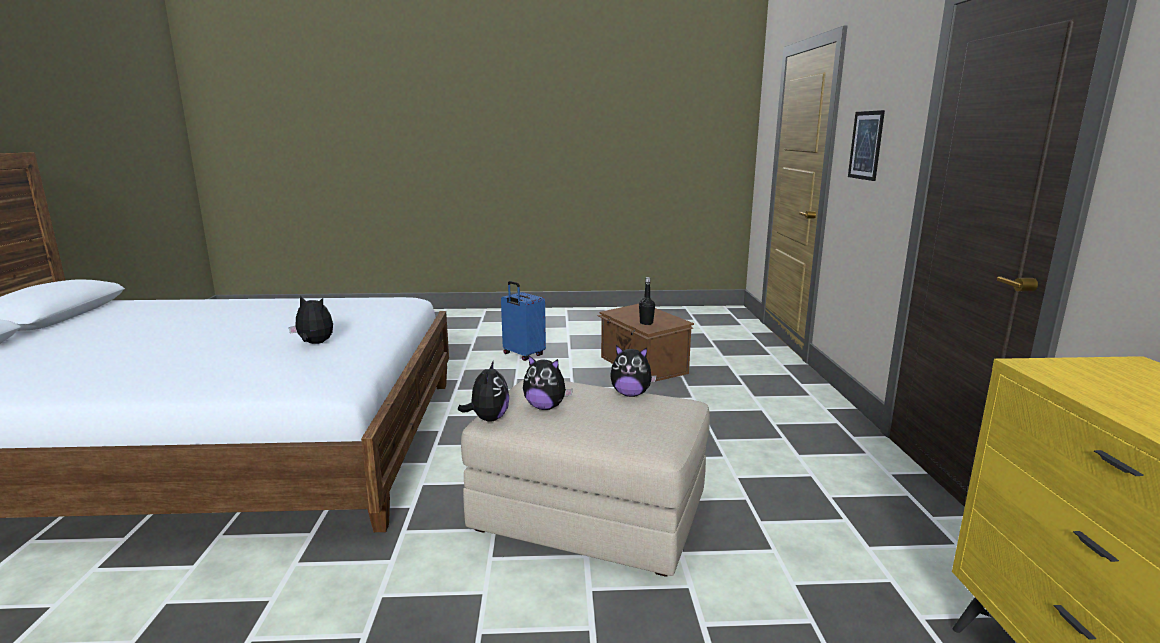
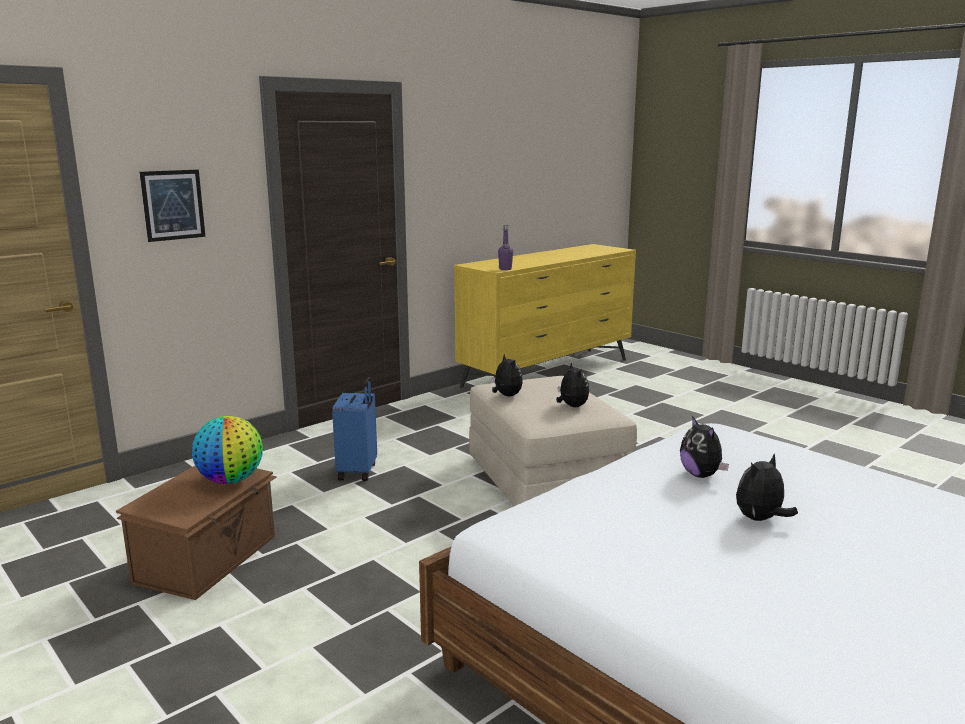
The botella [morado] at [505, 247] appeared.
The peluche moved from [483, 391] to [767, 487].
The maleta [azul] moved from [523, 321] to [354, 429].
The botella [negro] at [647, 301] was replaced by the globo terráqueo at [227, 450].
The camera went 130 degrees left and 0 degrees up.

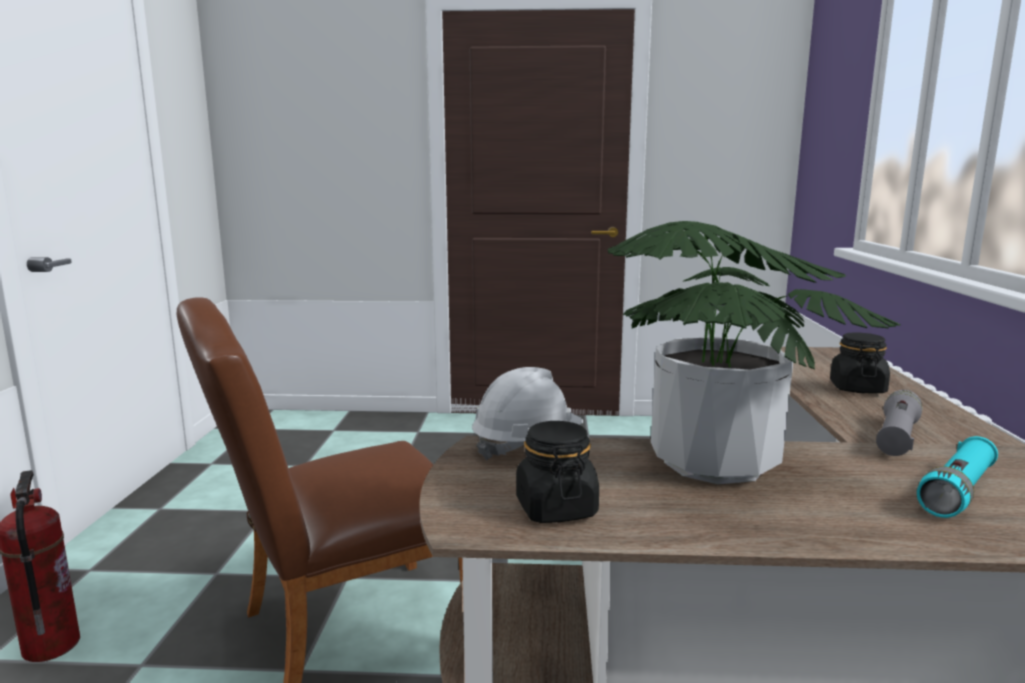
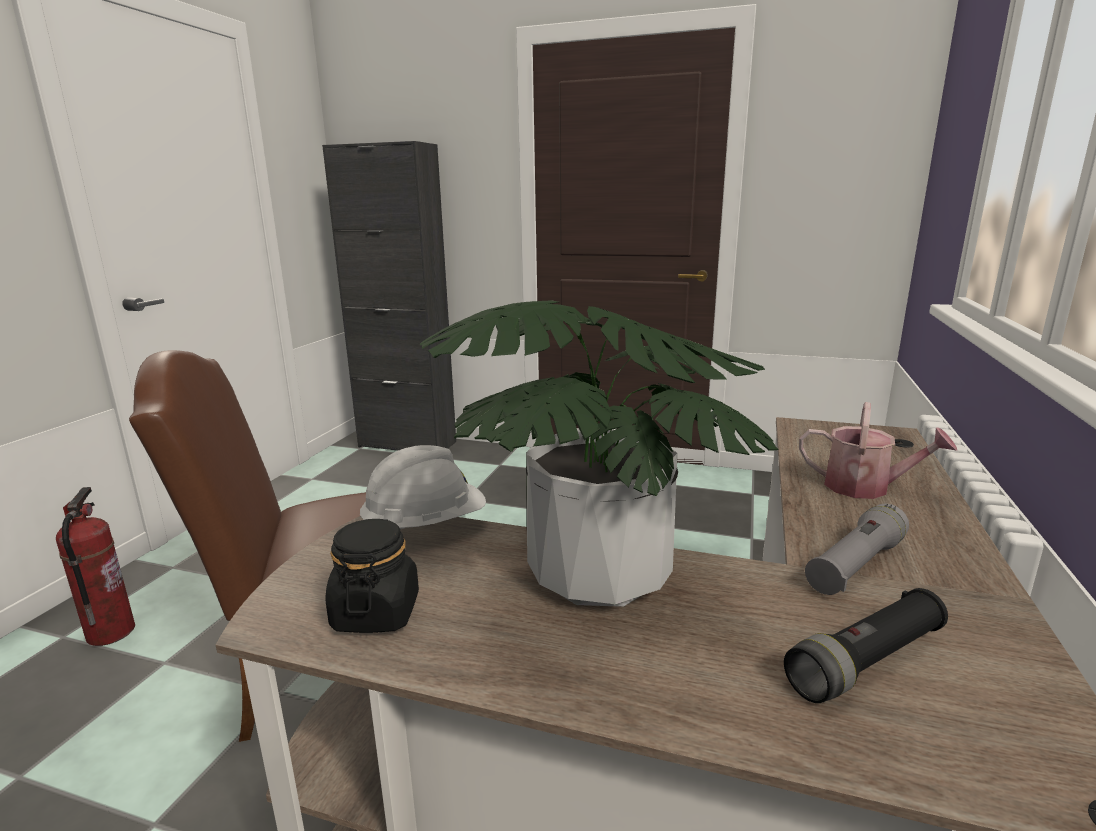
The armario [negro] at [389, 296] appeared.
The tarro [negro] at [860, 363] was replaced by the regadera at [878, 450].
The linterna [turquesa] at [957, 477] became the linterna [negro] at [866, 645].
The camera went 15 degrees right and 5 degrees up.

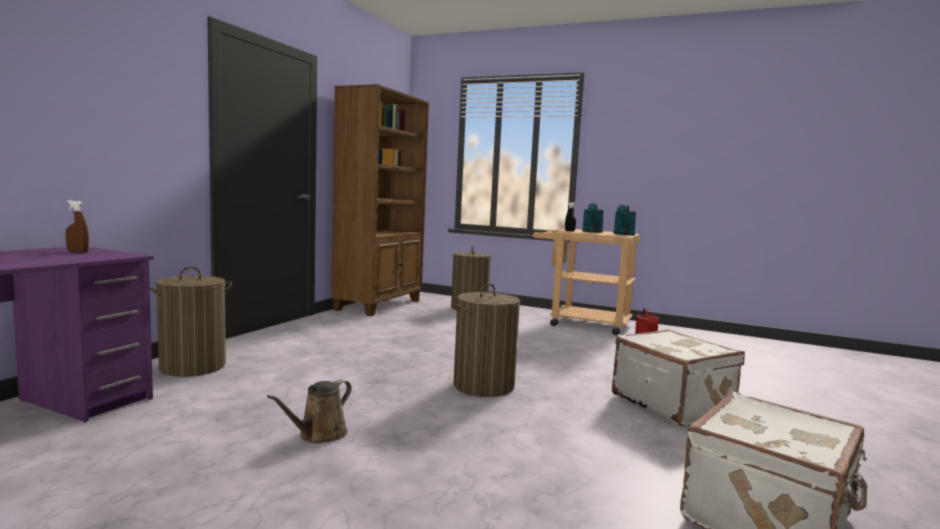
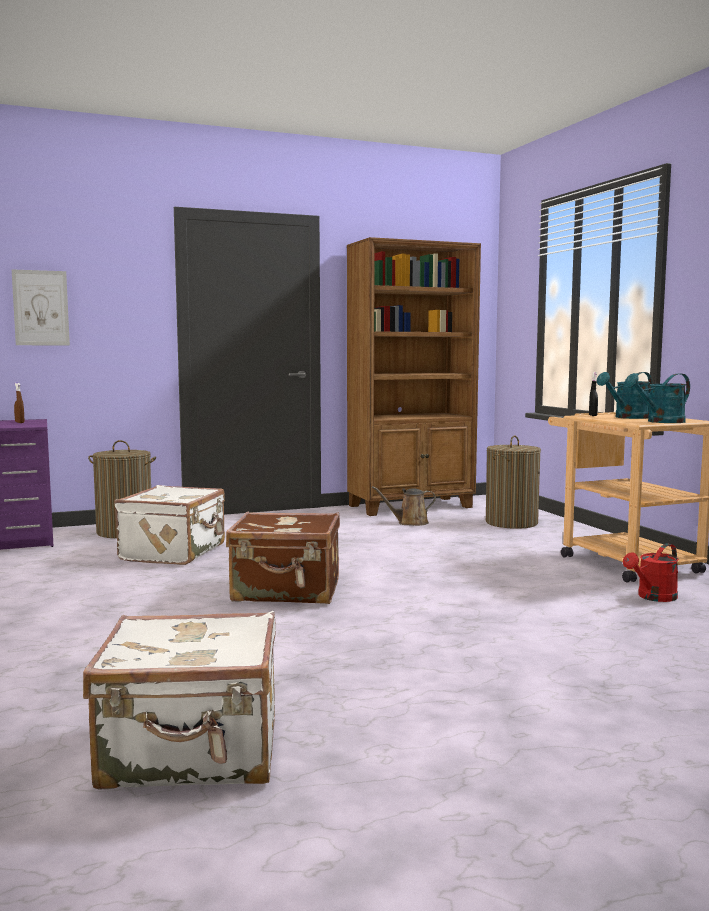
The cuadro at [41, 307] appeared.
The regadera [marrón] moved from [309, 411] to [404, 506].
The maleta [blanco] moved from [678, 378] to [169, 525].
The cesto de la ropa at [487, 340] was replaced by the maleta [marrón] at [283, 558].
The camera went 45 degrees right and 0 degrees up.

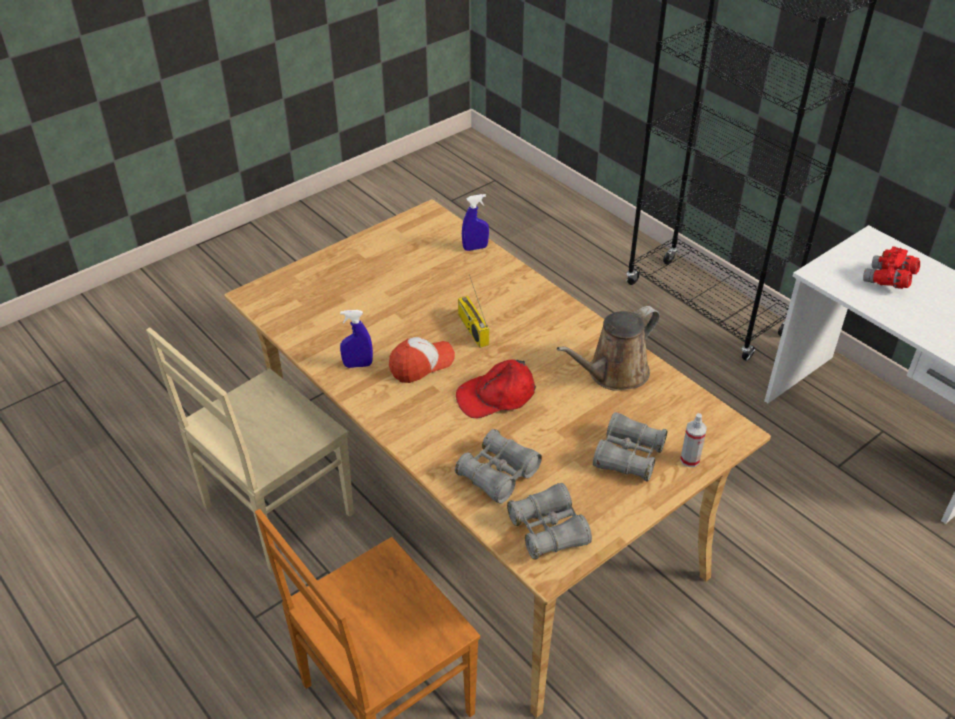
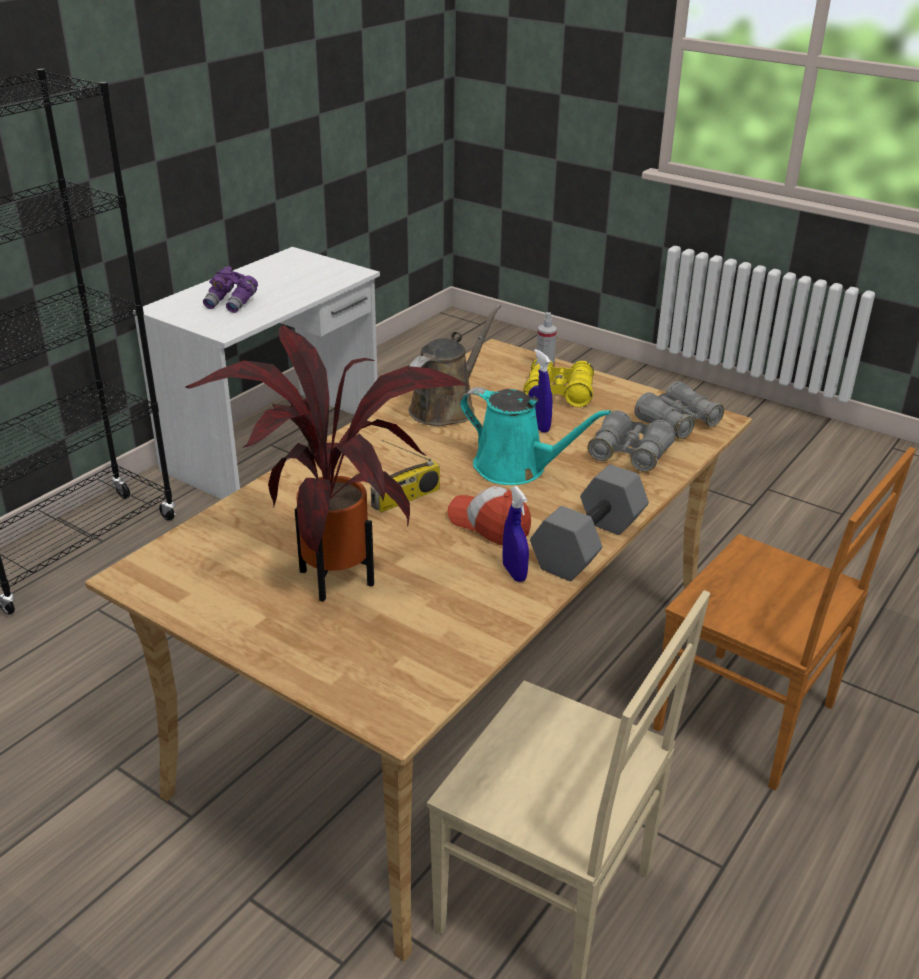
The planta en maceta at [328, 462] appeared.
The mancuerna [gris] at [589, 522] appeared.
The pulverizador [azul] moved from [475, 222] to [540, 391].
The gorra [rojo] at [496, 388] was replaced by the regadera [turquesa] at [535, 436].
The prismáticos [gris] at [630, 446] became the prismáticos [amarillo] at [558, 383].
The prismáticos [rojo] at [891, 267] became the prismáticos [morado] at [230, 289].
The regadera [marrón] at [608, 348] turned 90 degrees counterclockwise.
The camera went 105 degrees left and 10 degrees down.

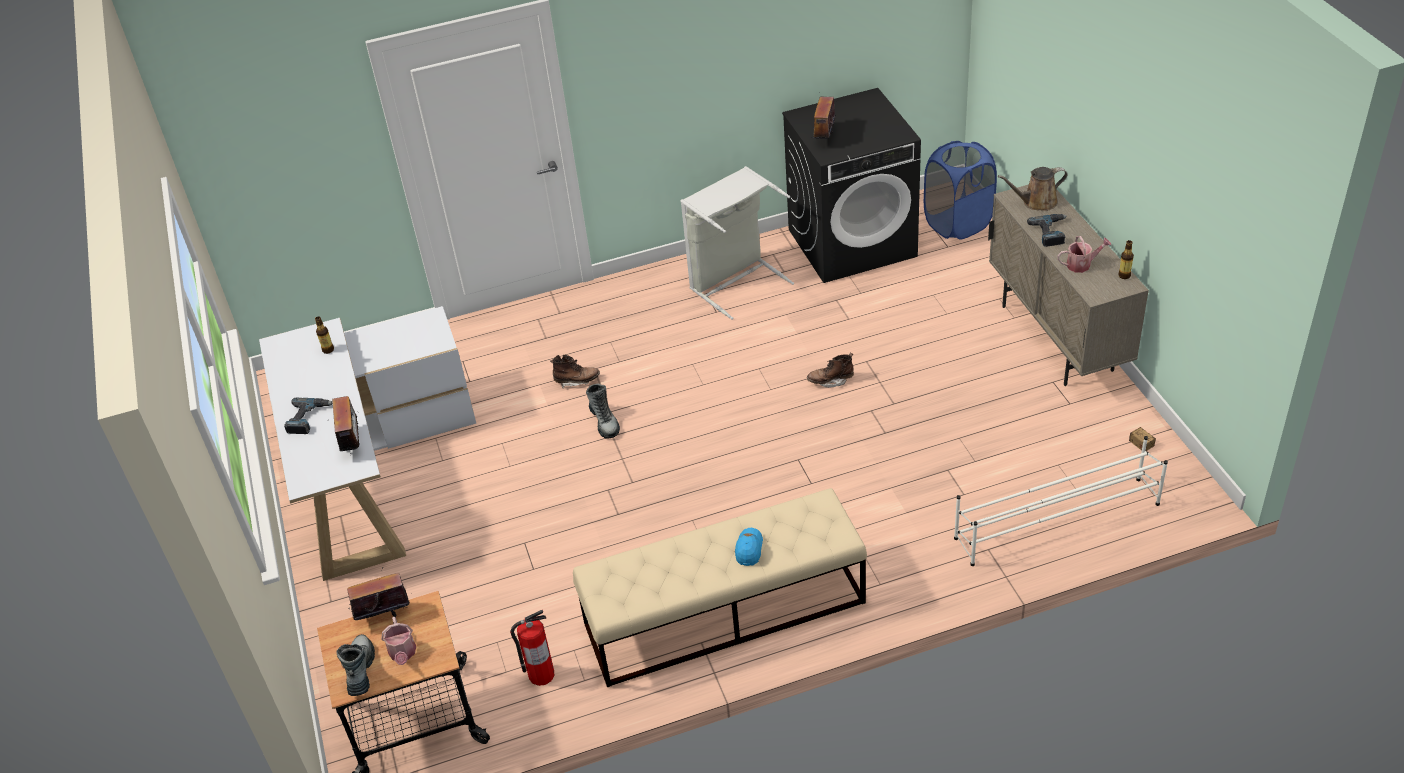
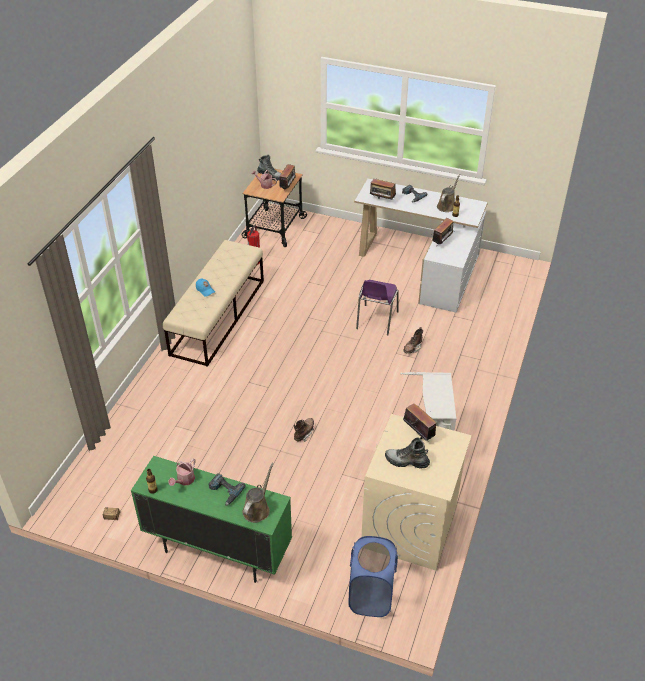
The zapatero [blanco] at [1061, 501] disappeared.
The silla [morado] at [377, 308] appeared.
The radio at [443, 231] appeared.
The regadera [marrón] at [448, 193] appeared.
The bota moved from [603, 411] to [407, 453].
The lavadora [negro] at [851, 185] became the lavadora [beis] at [416, 492].
The armario [beis] at [1068, 285] became the armario [verde] at [211, 519].
The camera went 125 degrees right and 0 degrees up.

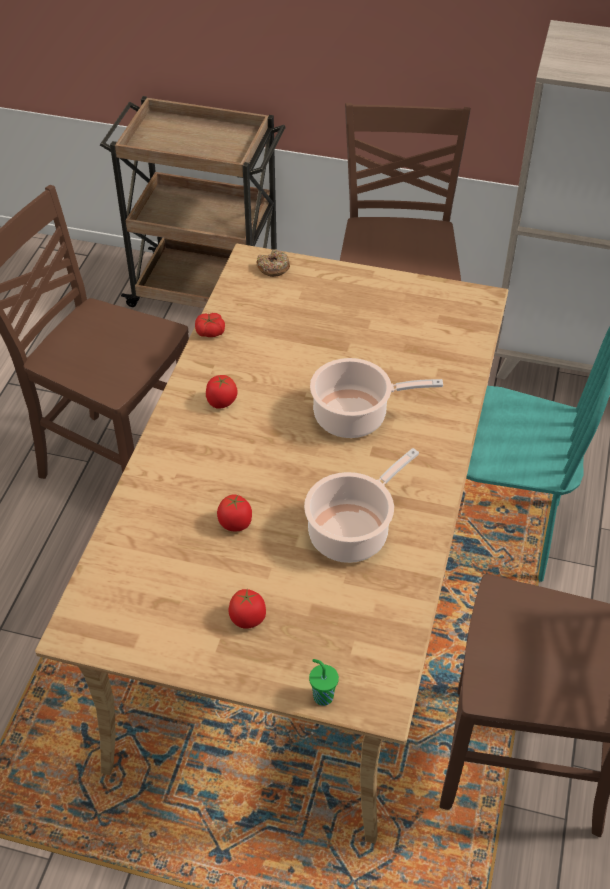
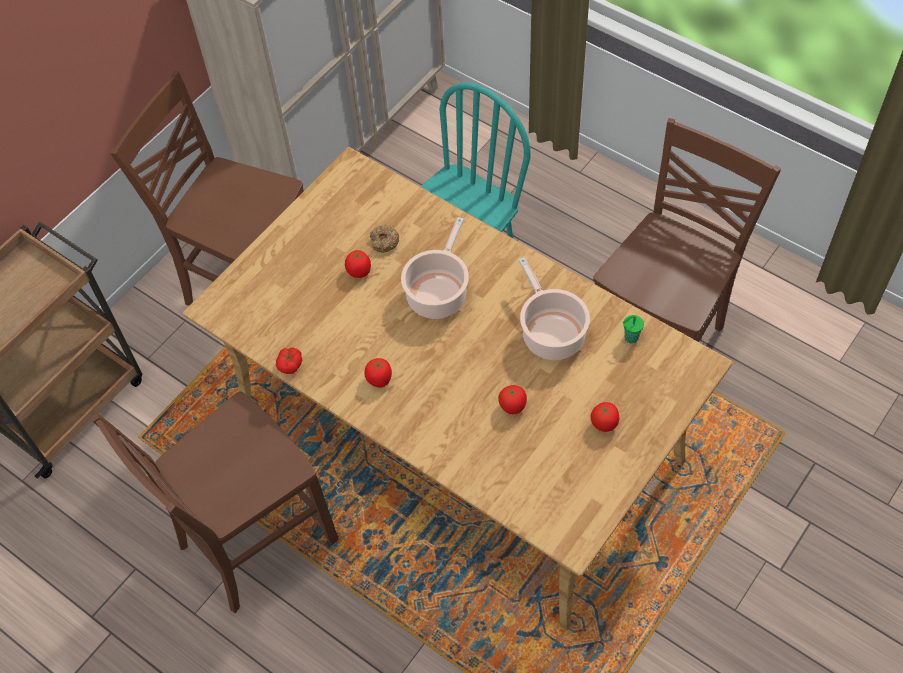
The tomate at [358, 264] appeared.
The rosquilla moved from [273, 263] to [384, 238].
The taza [verde] moved from [324, 682] to [633, 329].
The camera went 65 degrees left and 10 degrees up.

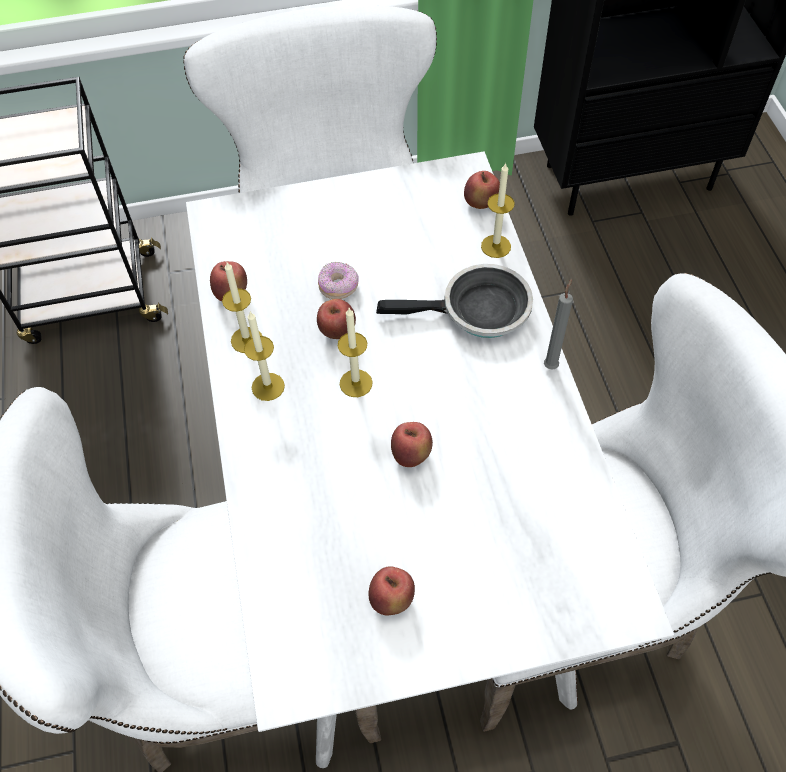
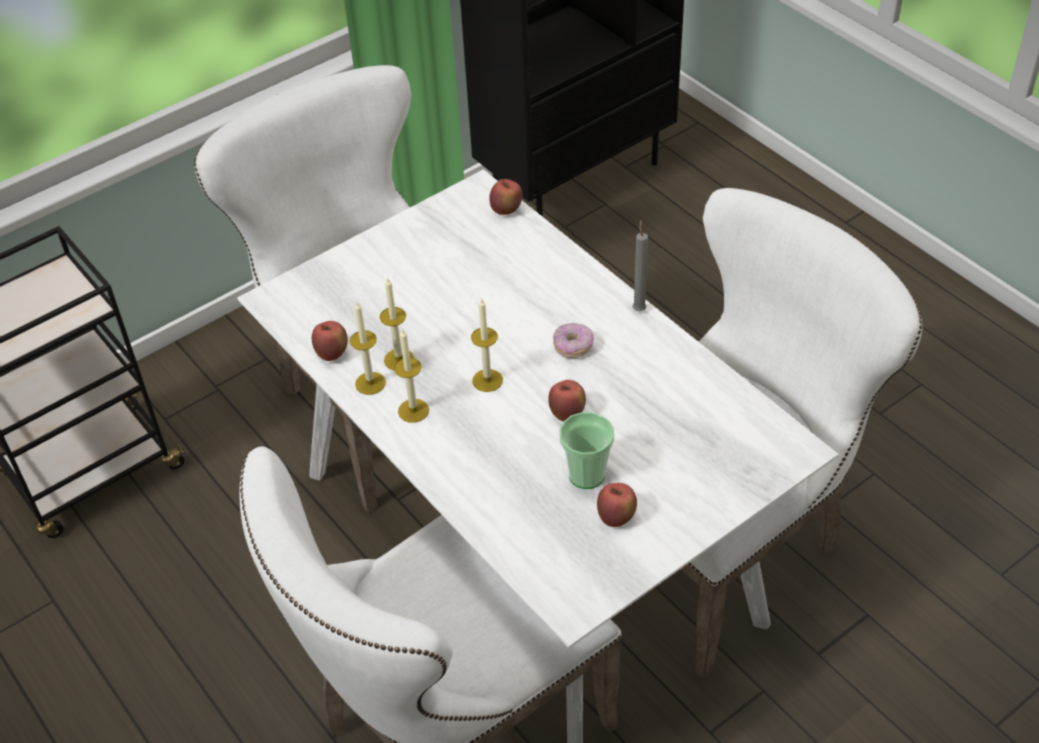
The manzana at [336, 319] disappeared.
The sartén at [454, 301] disappeared.
The taza at [586, 450] appeared.
The rosquilla moved from [338, 280] to [573, 340].
The vela moved from [498, 210] to [397, 323].
The camera went 25 degrees left and 10 degrees down.

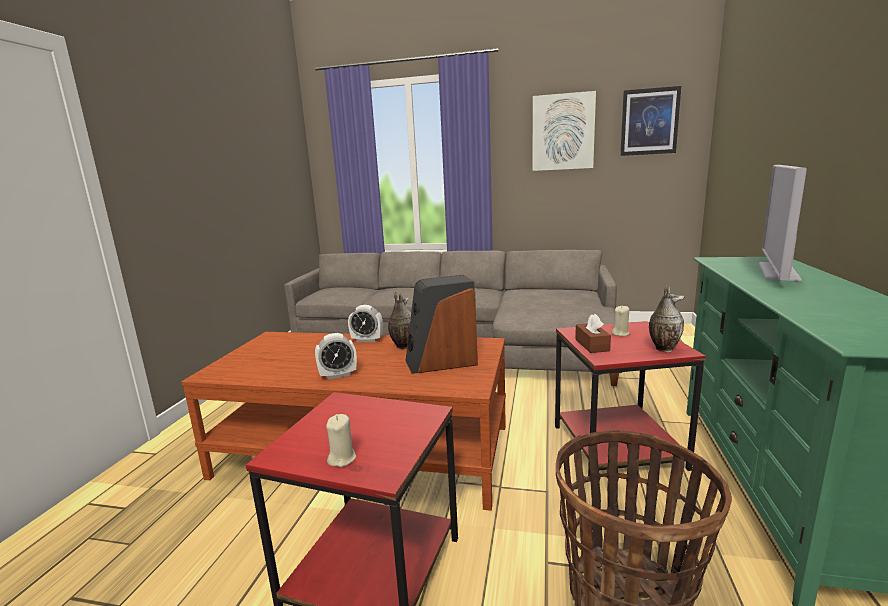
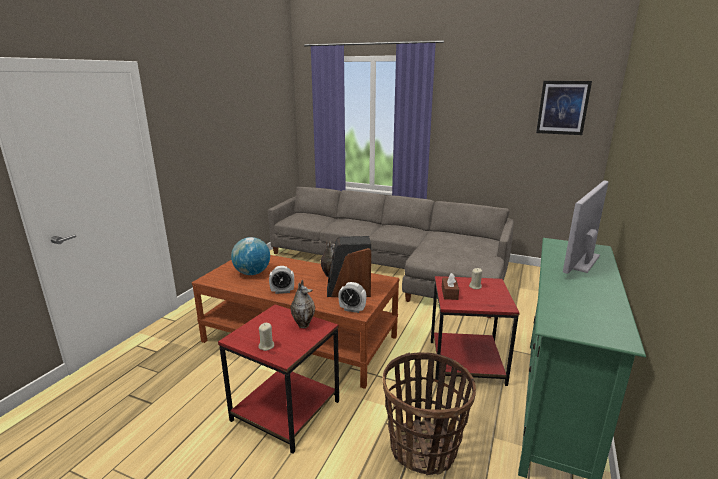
The cuadro at [564, 131] disappeared.
The globo terráqueo at [250, 256] appeared.
The despertador moved from [365, 323] to [352, 297].
The florero moved from [667, 318] to [303, 304].
The camera went 10 degrees right and 5 degrees up.

